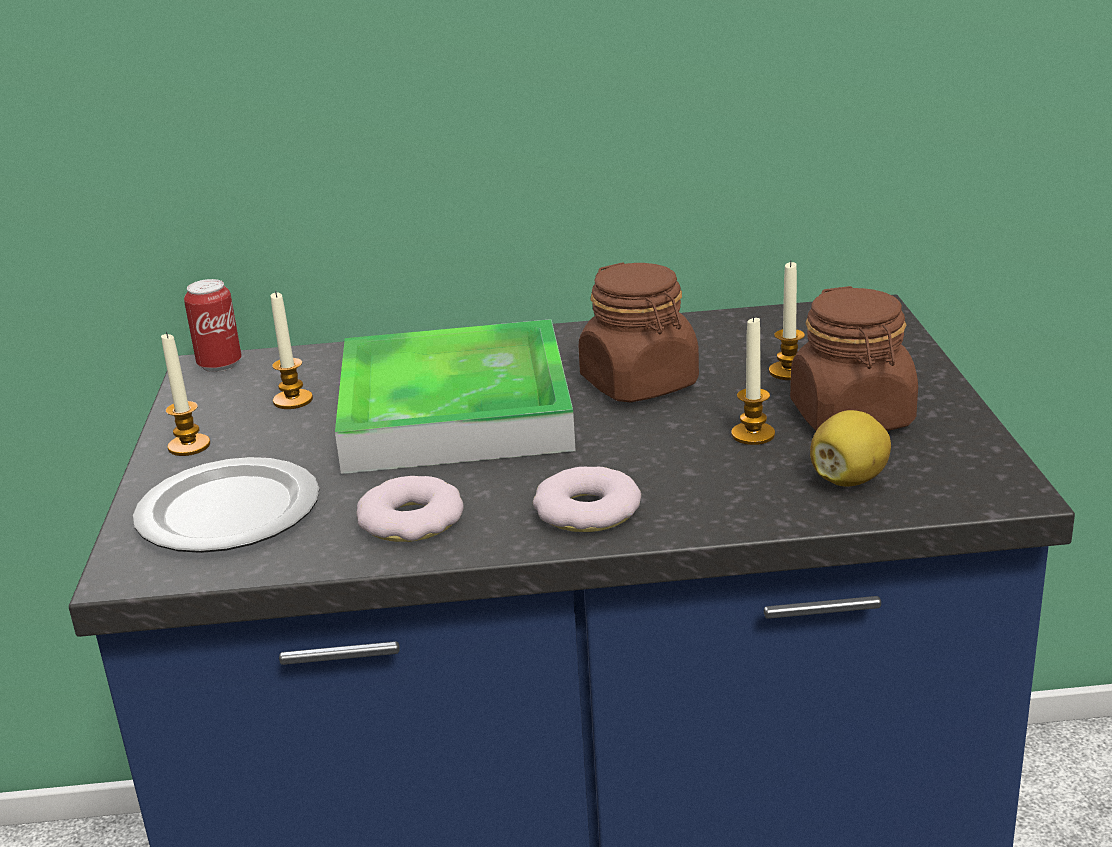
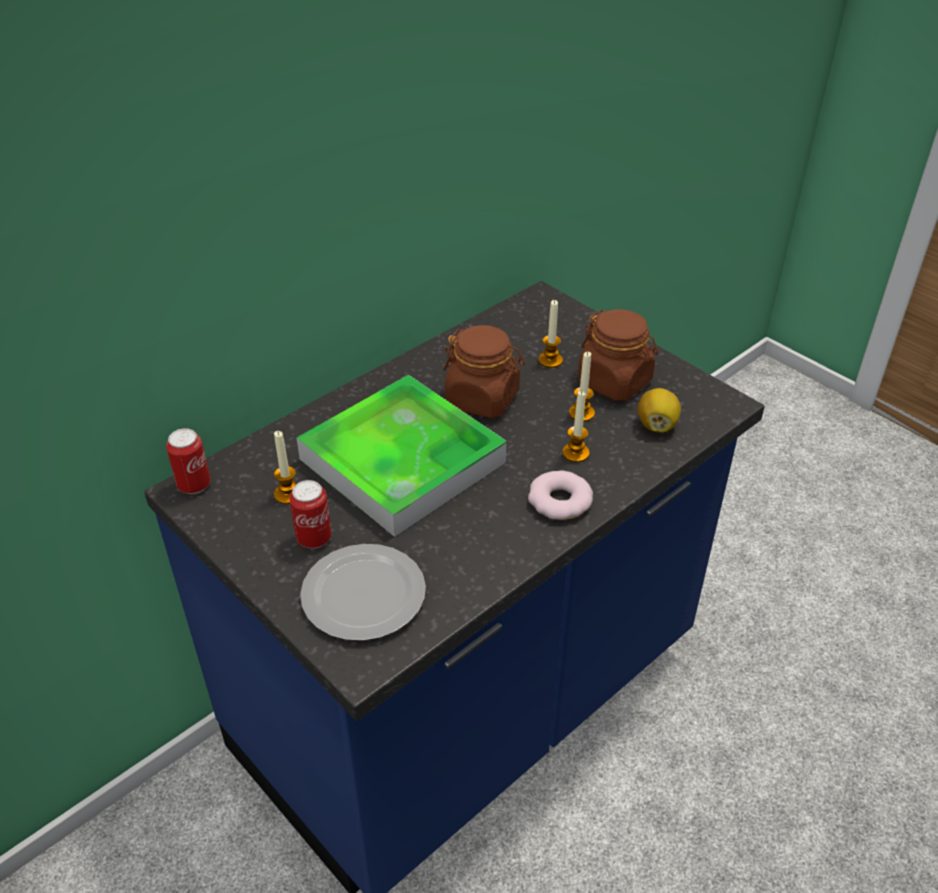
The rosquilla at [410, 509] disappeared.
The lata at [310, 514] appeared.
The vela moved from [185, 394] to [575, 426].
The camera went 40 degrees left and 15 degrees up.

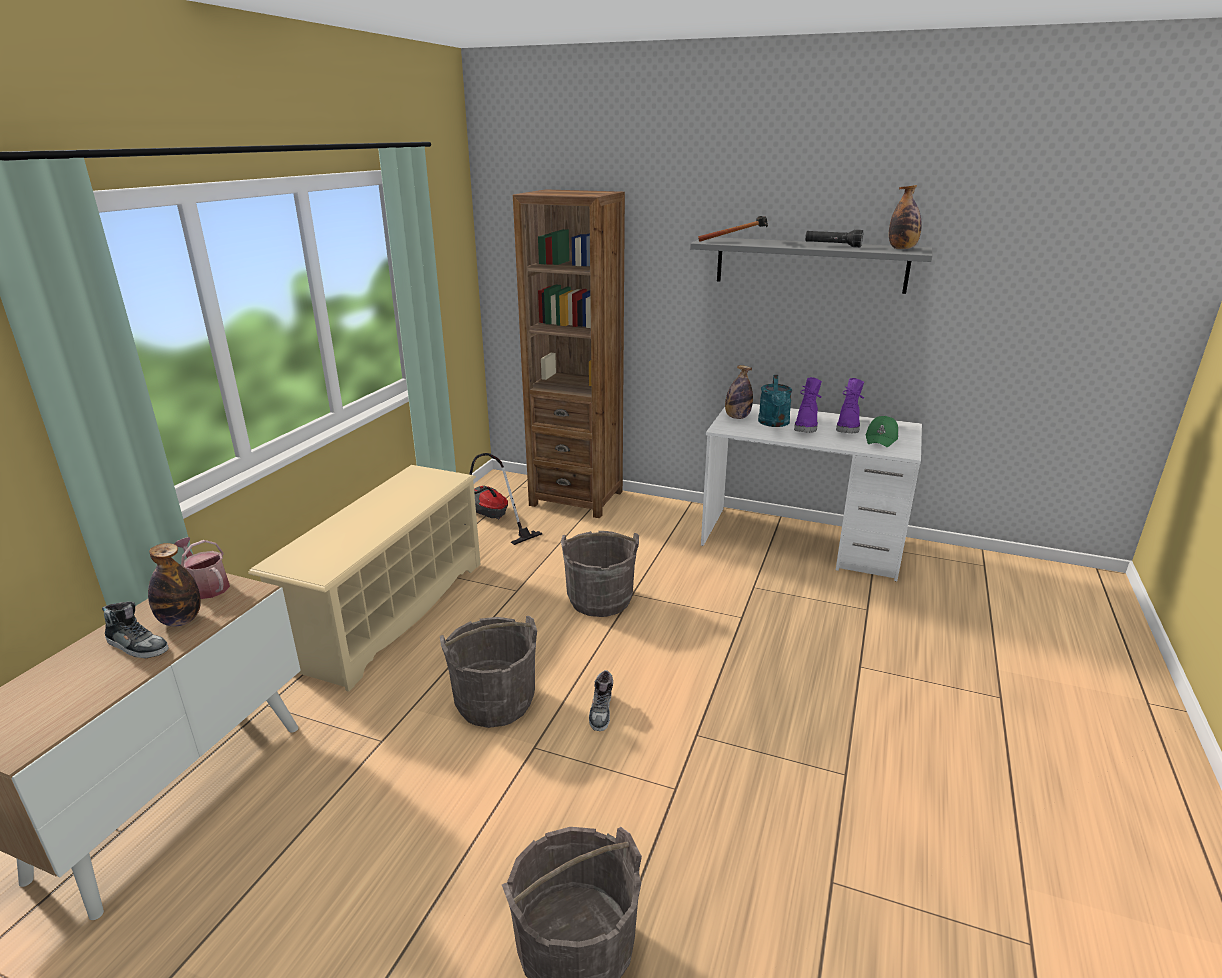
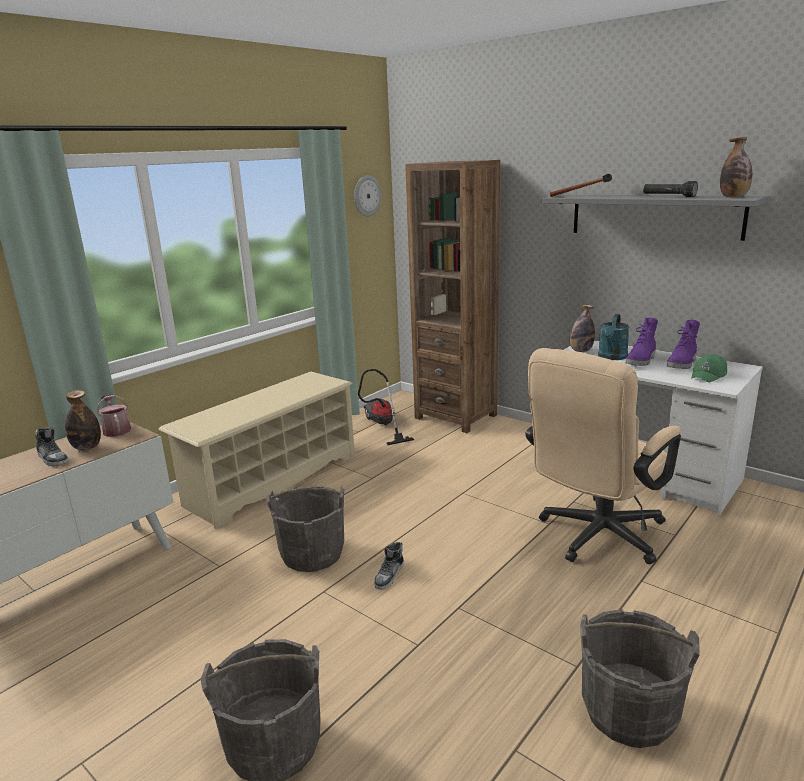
The reloj de pared at [367, 196] appeared.
The silla de oficina [beis] at [603, 456] appeared.
The cubo [gris] moved from [600, 574] to [640, 678].
The camera went 20 degrees right and 5 degrees down.

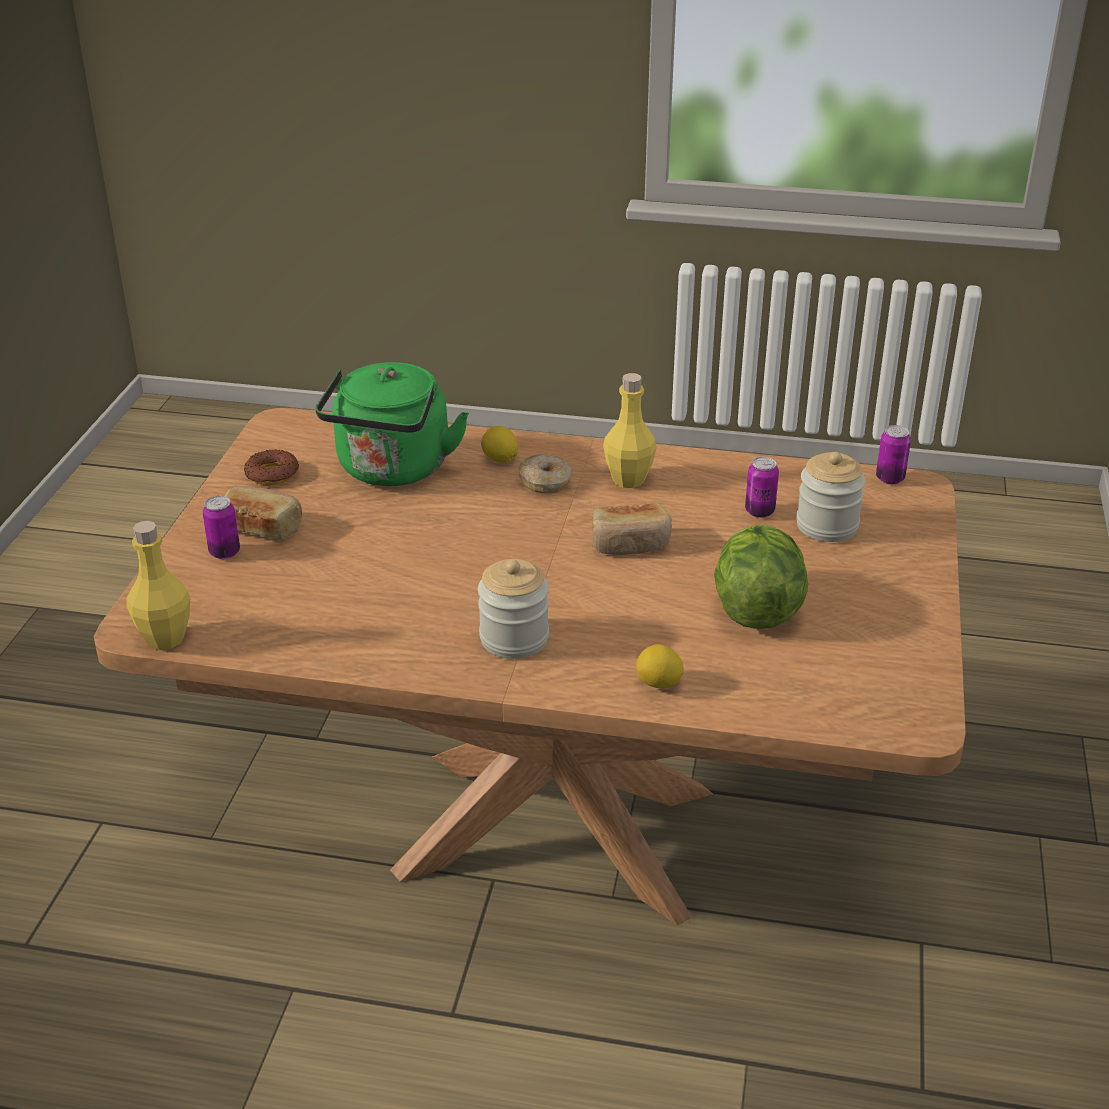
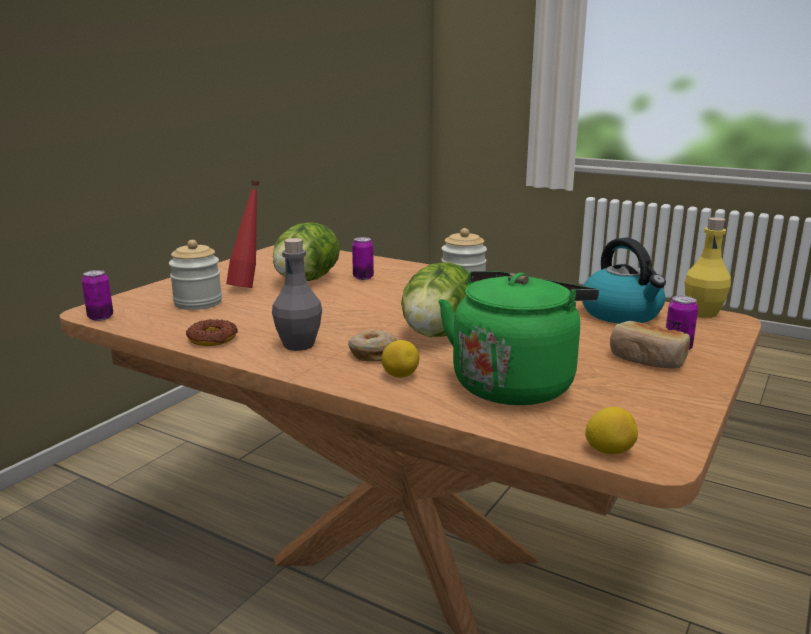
The pan at [632, 529] disappeared.
The botella [rojo] at [242, 234] appeared.
The lechuga at [435, 299] appeared.
The hervidor at [624, 281] appeared.
The rosquilla moved from [271, 467] to [212, 332].
The limón moved from [660, 666] to [611, 430].
The lata moved from [762, 487] to [363, 258].
The botella [amarillo] at [630, 430] became the botella [gris] at [297, 294].
The camera went 160 degrees left and 15 degrees down.

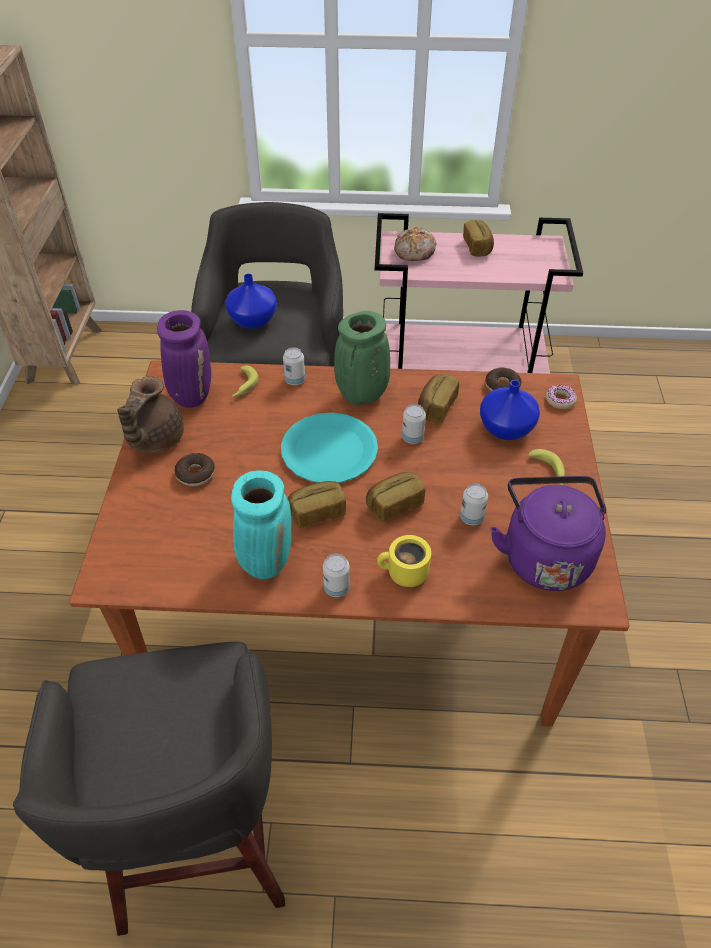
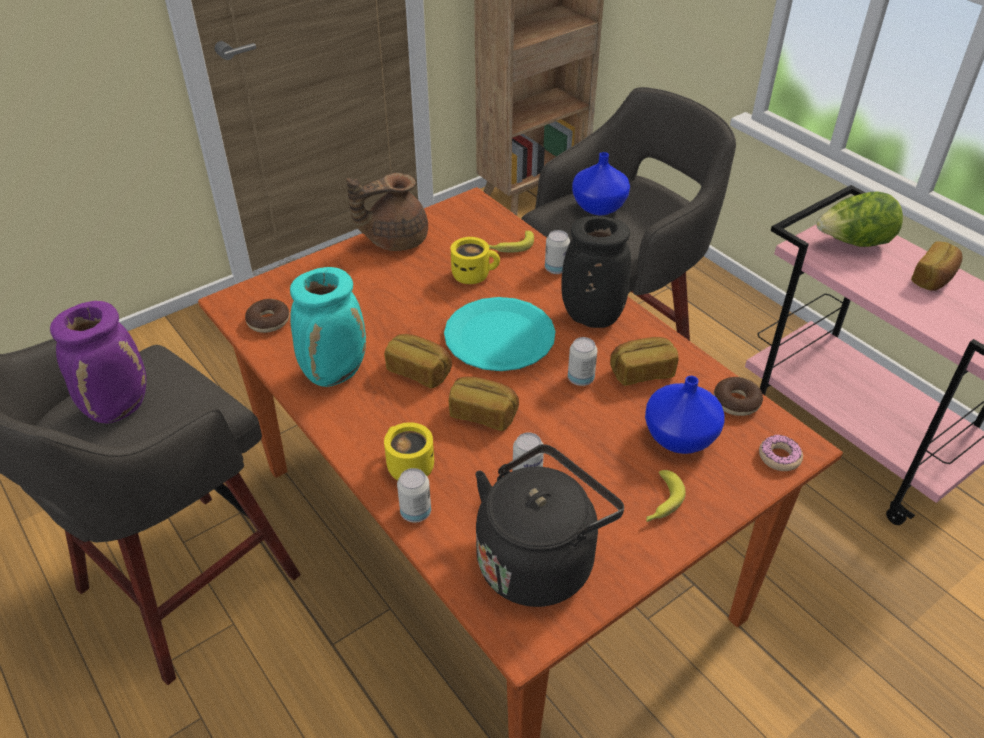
The taza grande [amarillo] at [475, 260] appeared.
The florero [morado] moved from [184, 359] to [98, 362].
The rosquilla moved from [195, 469] to [267, 316].
The lata moved from [336, 575] to [414, 495].
The pan at [415, 244] was replaced by the lechuga at [859, 219].
The florero [verde] at [362, 358] became the florero [negro] at [596, 272].
The hervidor [morado] at [548, 533] became the hervidor [negro] at [549, 525].
The camera went 50 degrees right and 5 degrees down.

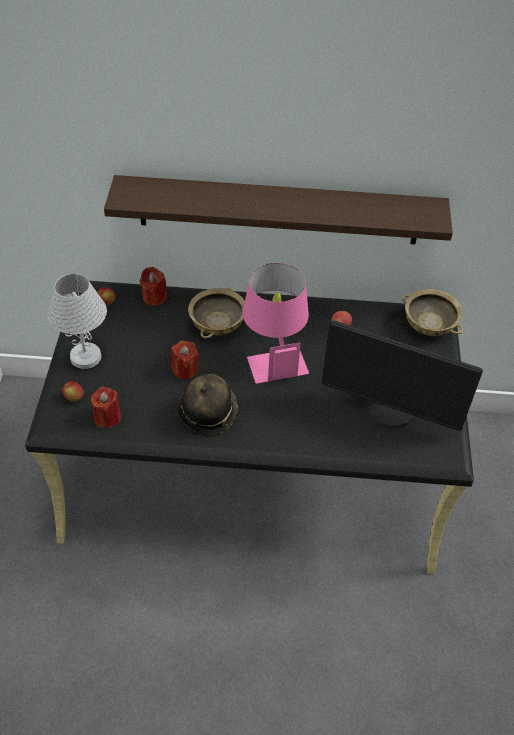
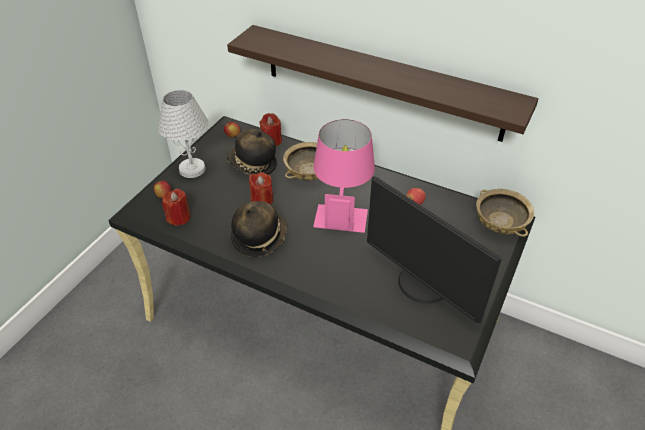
The sombrero at [252, 152] appeared.
The camera went 25 degrees right and 5 degrees down.

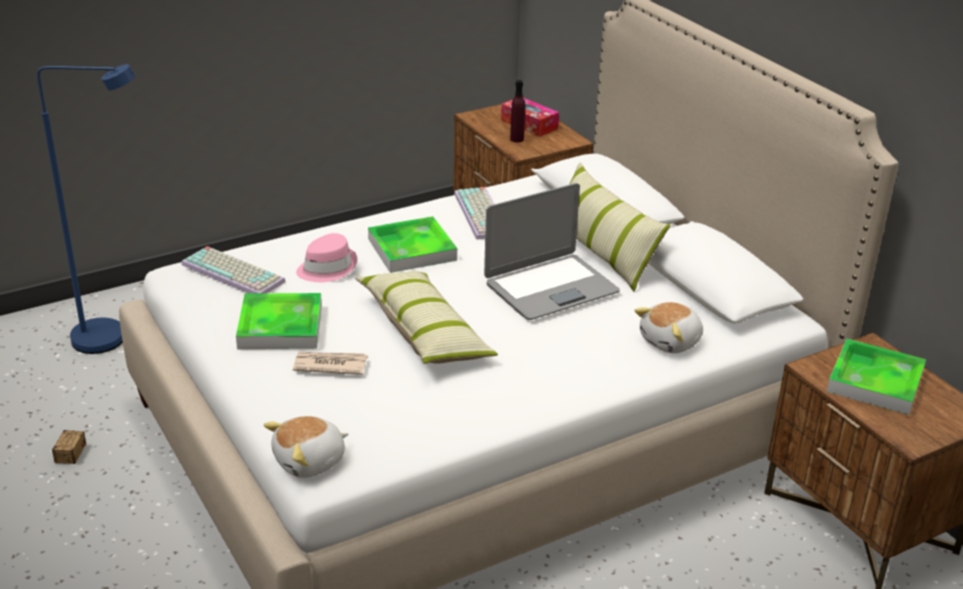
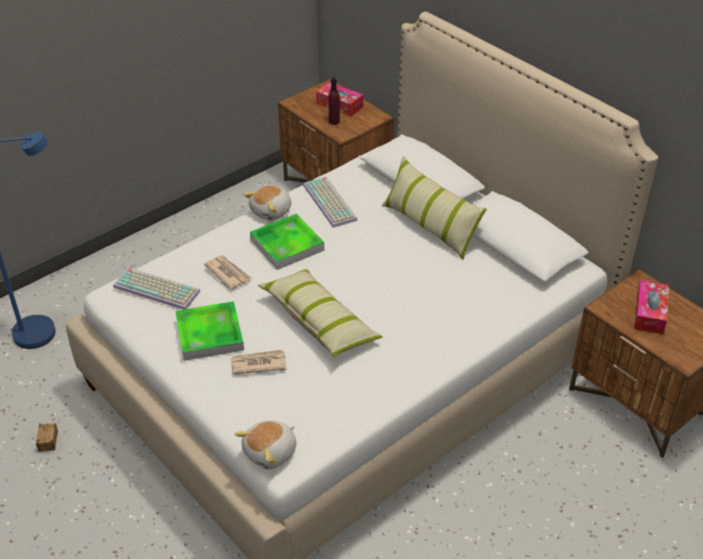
The portátil at [552, 251] disappeared.
The peluche moved from [668, 327] to [268, 203].
The sombrero [rosa] at [326, 257] was replaced by the periódico at [228, 272].
The bandeja at [876, 377] was replaced by the caja de pañuelos at [651, 307].
The camera went 10 degrees left and 10 degrees up.

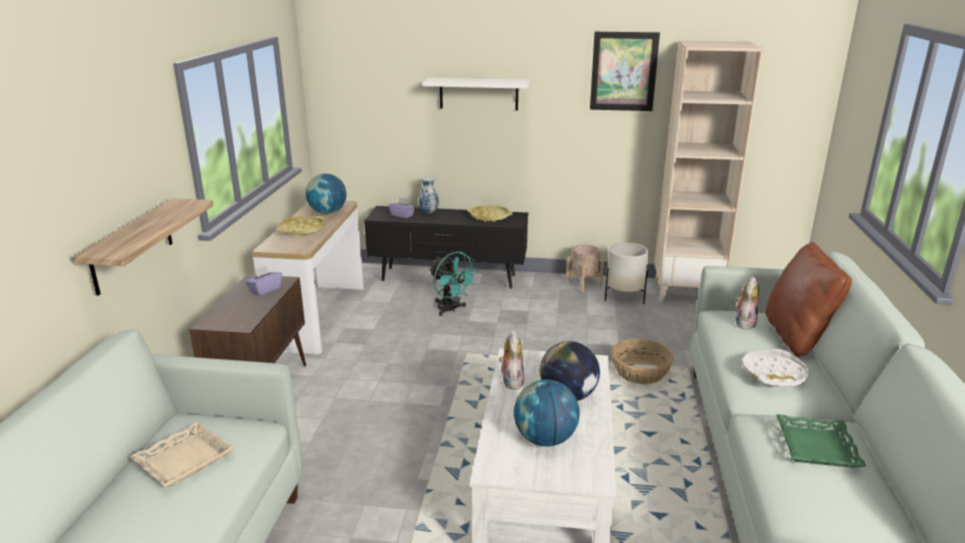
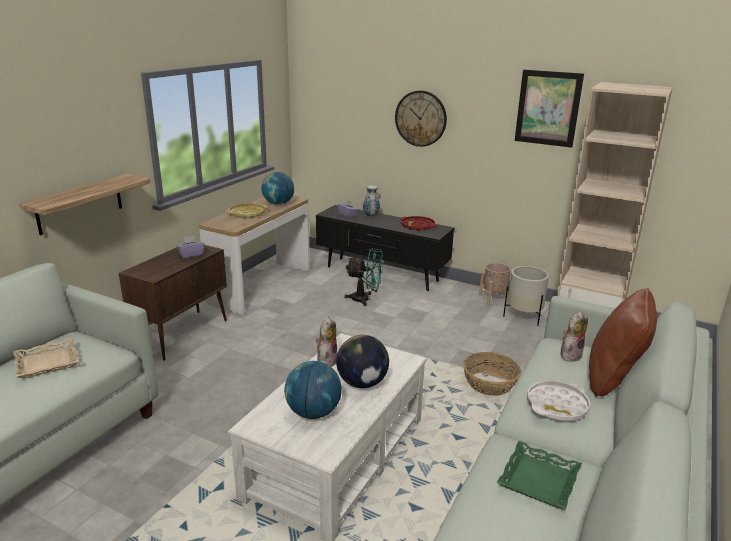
The estante [blanco] at [476, 94] was replaced by the reloj de pared at [421, 118].
The bandeja [amarillo] at [490, 213] became the bandeja [rojo] at [418, 223].
The ventilador [turquesa] at [453, 284] turned 60 degrees counterclockwise.
The camera went 20 degrees right and 0 degrees up.

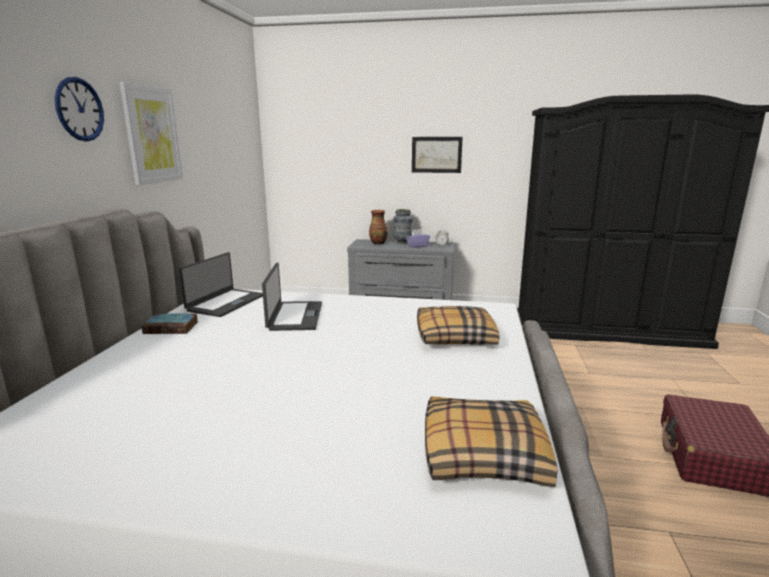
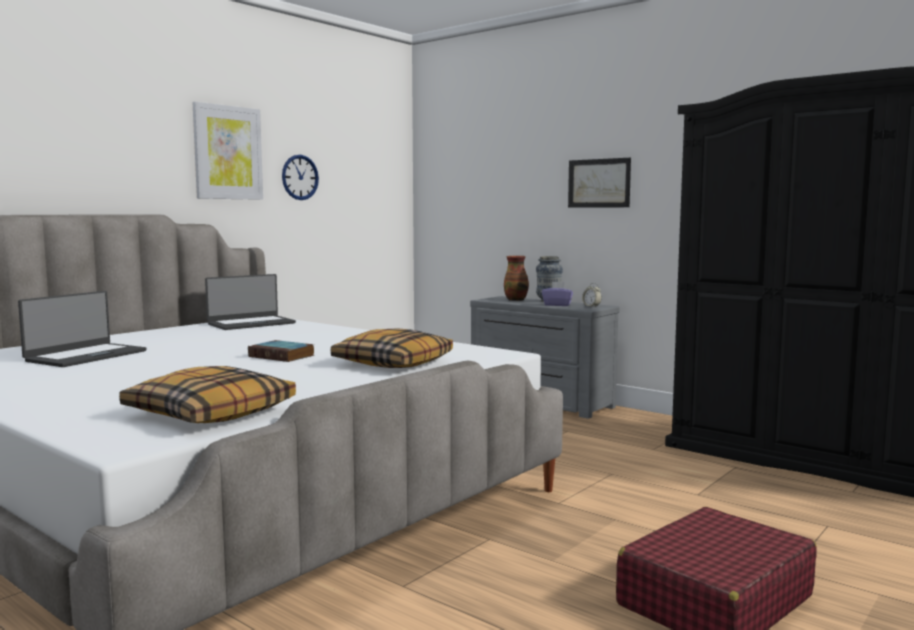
The reloj de pared moved from [79, 109] to [300, 177].
The libro moved from [169, 323] to [281, 351].
The portátil moved from [292, 297] to [82, 329].
The camera went 30 degrees right and 10 degrees down.

